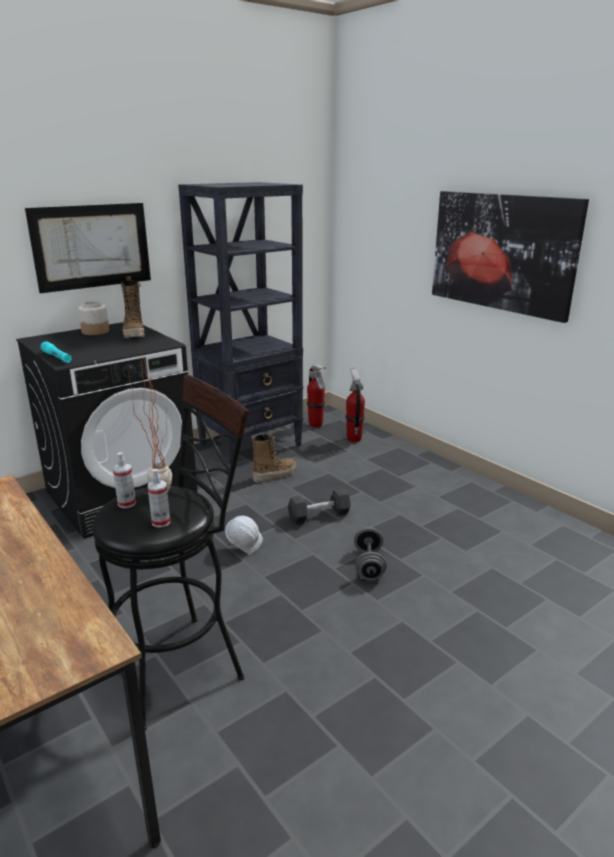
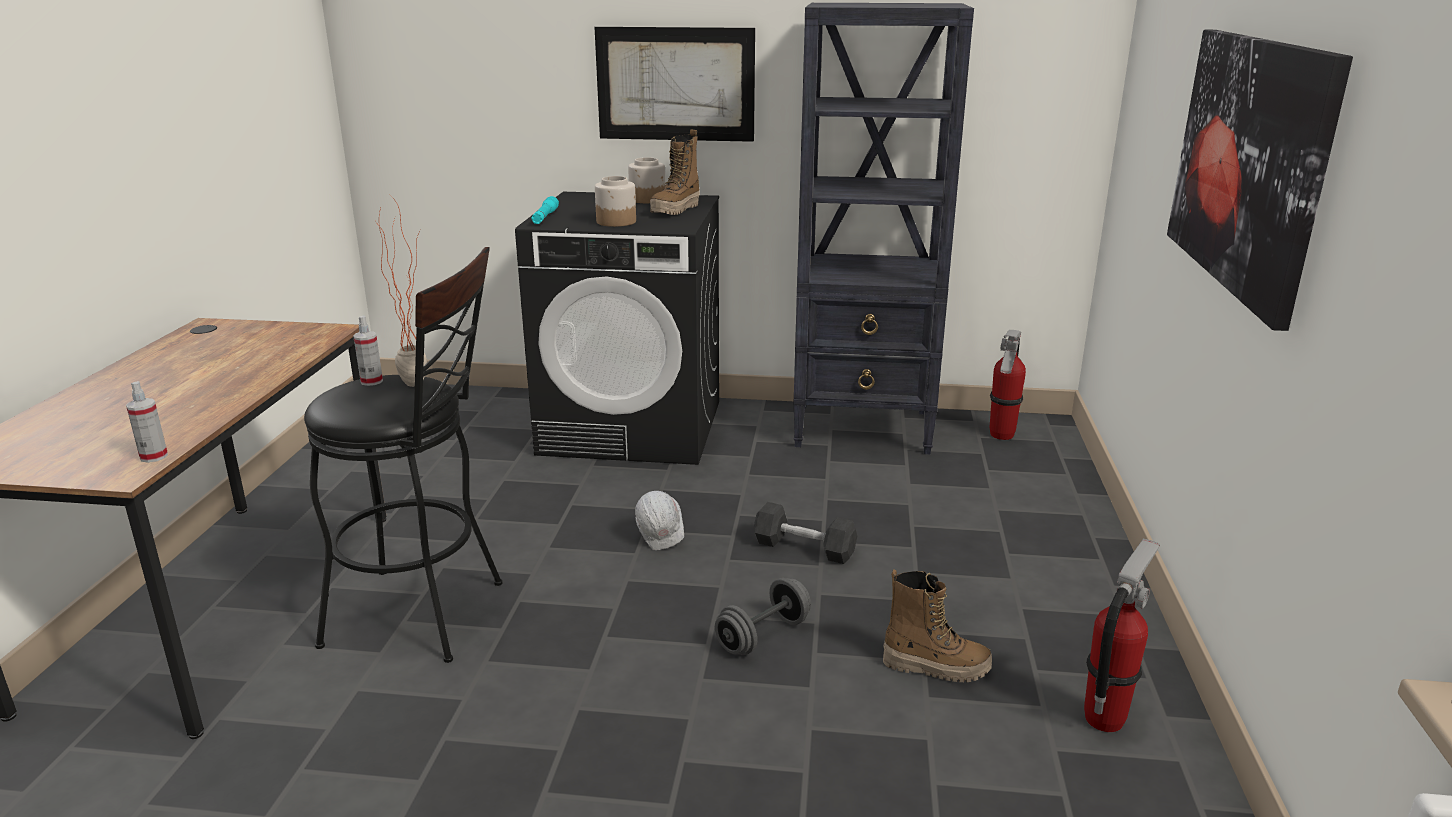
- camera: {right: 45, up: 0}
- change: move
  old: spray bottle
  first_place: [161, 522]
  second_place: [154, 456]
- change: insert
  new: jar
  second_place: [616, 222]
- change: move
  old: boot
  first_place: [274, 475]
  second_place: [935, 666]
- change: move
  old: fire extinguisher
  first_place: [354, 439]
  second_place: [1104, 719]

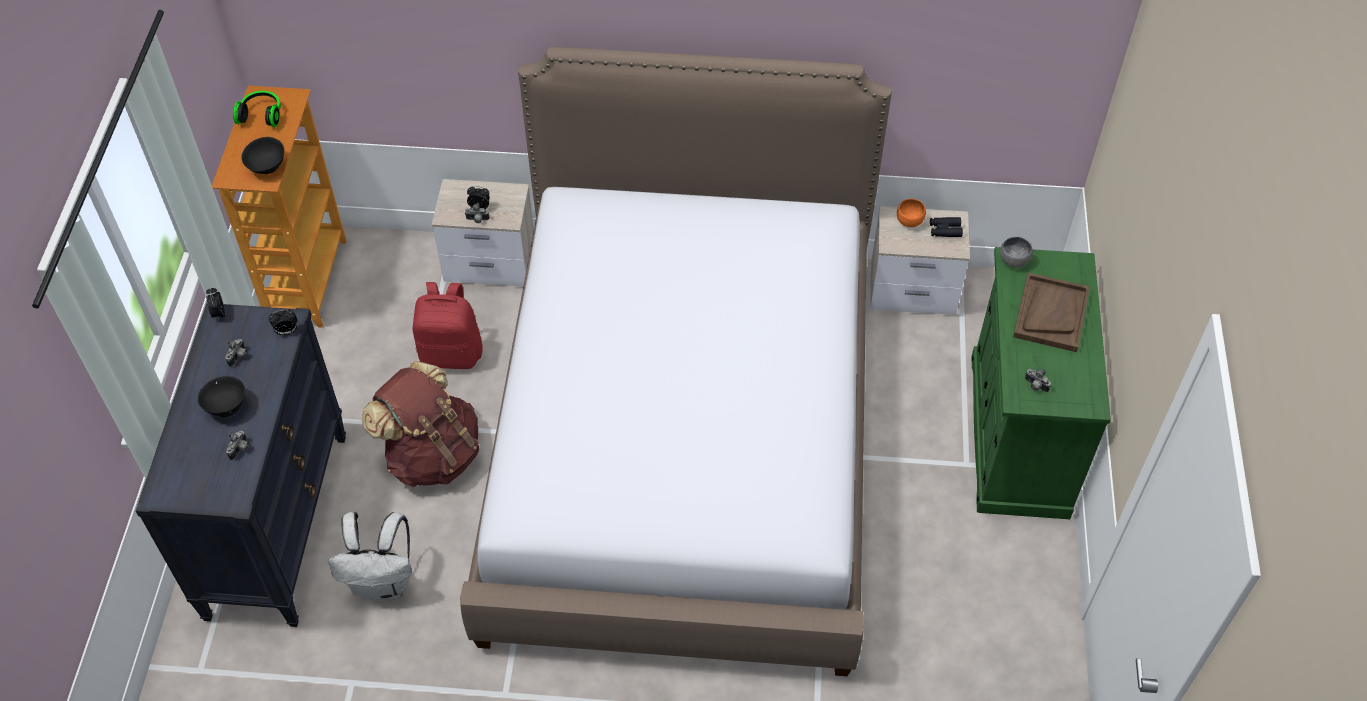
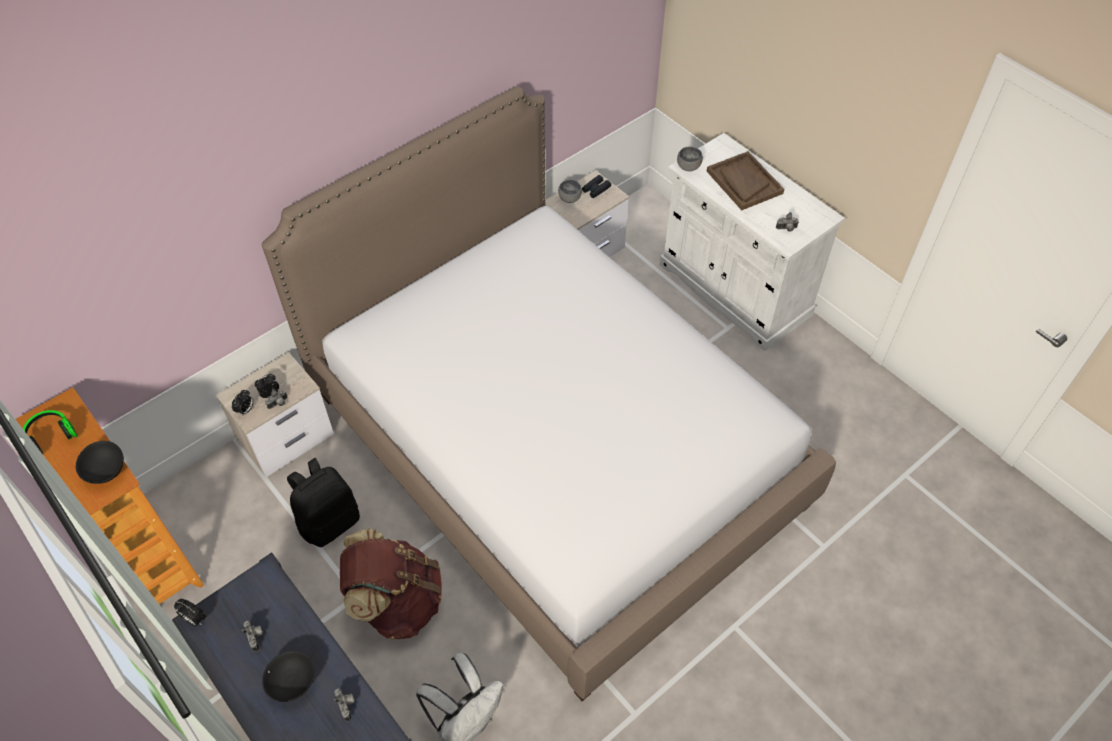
- camera: {right: -45, up: 0}
- change: move
  old: alarm clock
  first_place: [286, 331]
  second_place: [245, 410]
- change: recolor
  old: red backpack
  new: black backpack
  first_place: [451, 353]
  second_place: [329, 521]
- change: recolor
  old: orange bowl
  new: grey bowl
  first_place: [909, 222]
  second_place: [570, 199]
- change: recolor
  old: green cabinet
  new: white cabinet
  first_place: [1018, 434]
  second_place: [734, 290]

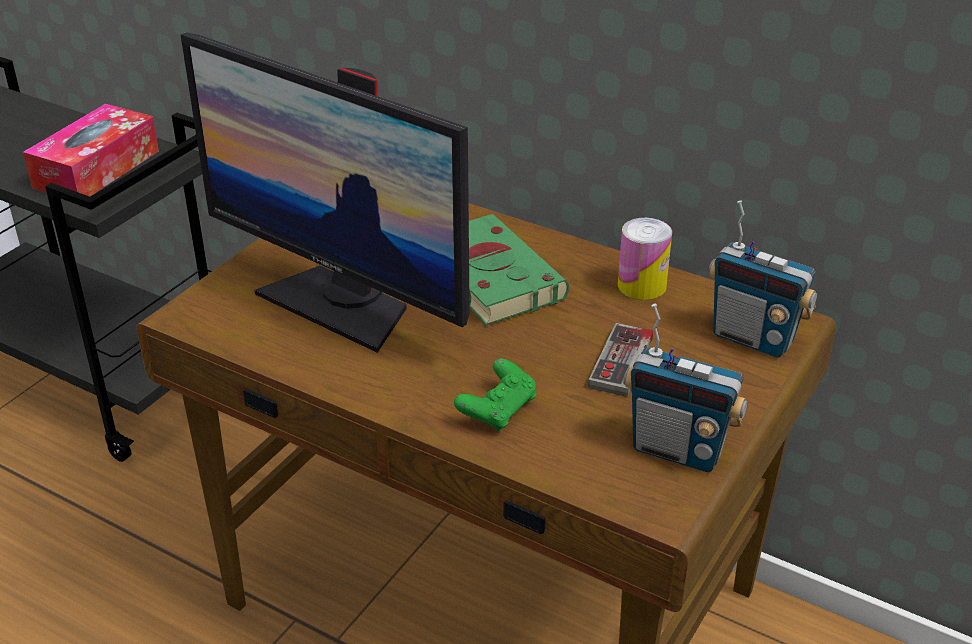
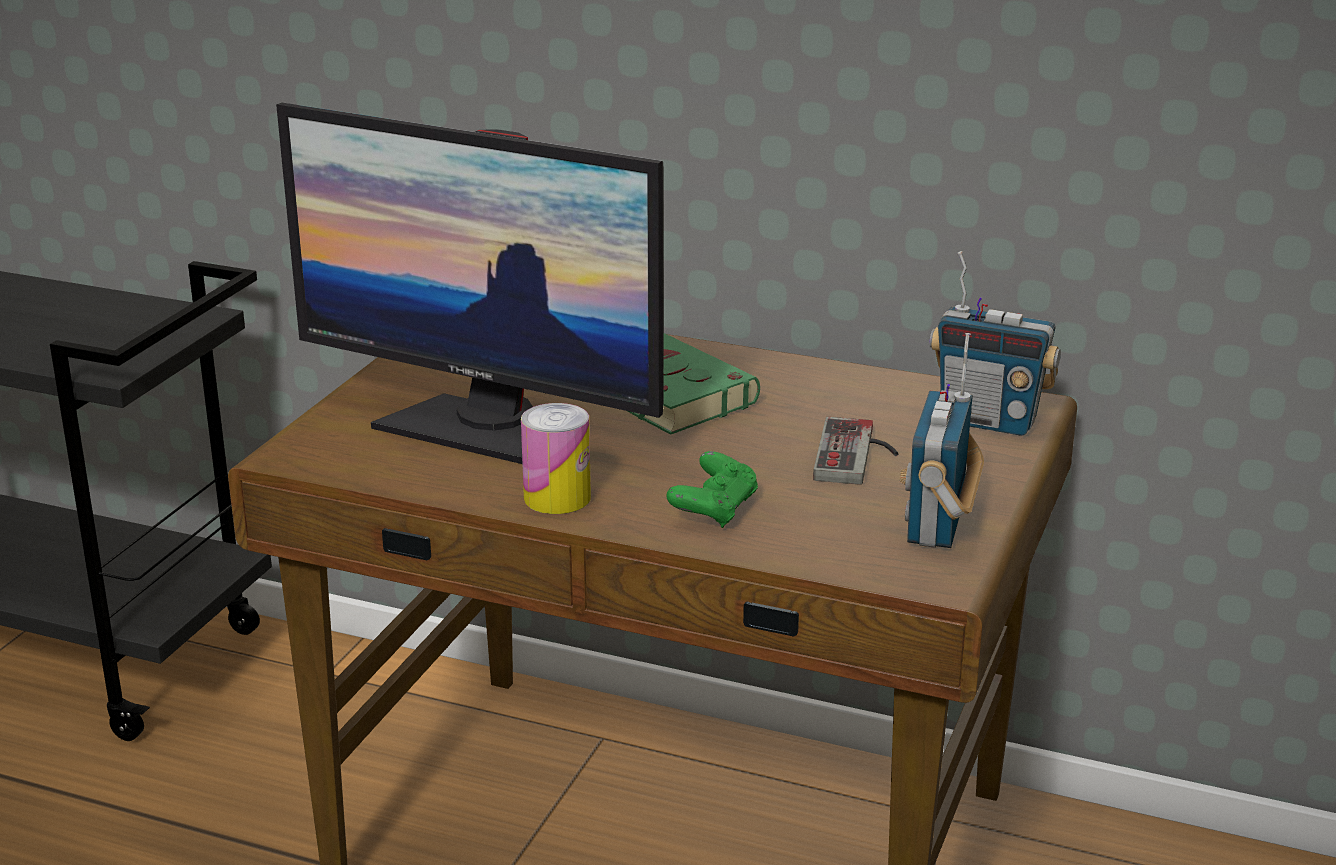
- camera: {right: -10, up: -10}
- change: move
  old: can
  first_place: [642, 285]
  second_place: [557, 497]
- change: rotate
  old: radio
  first_place: [678, 450]
  second_place: [938, 526]
  degrees: 90
- change: delete
  old: tissue box
  first_place: [97, 169]

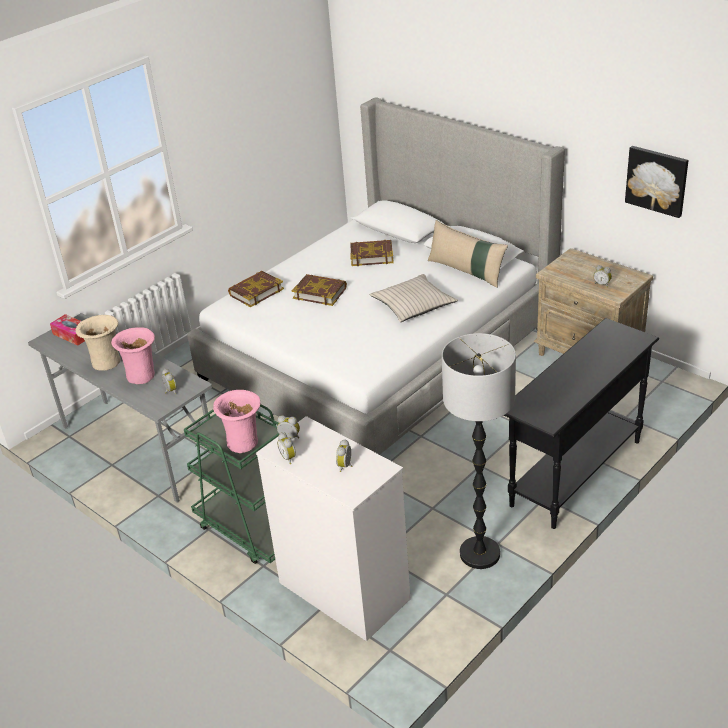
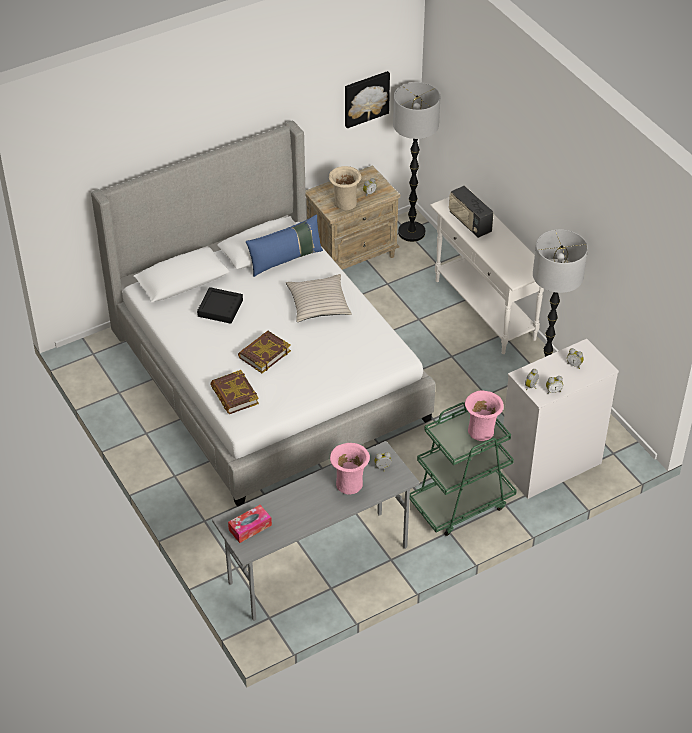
- camera: {right: -75, up: 10}
- change: replace
  old: book
  new: black tray
  first_place: [371, 256]
  second_place: [220, 308]
- change: recolor
  old: beige pillow
  new: blue pillow
  first_place: [466, 271]
  second_place: [285, 259]
- change: move
  old: beige vase
  first_place: [106, 362]
  second_place: [344, 204]
- change: insert
  new: floor lamp
  second_place: [411, 232]
- change: recolor
  old: black console table
  new: white console table
  first_place: [575, 473]
  second_place: [484, 310]
- change: insert
  new: radio
  second_place: [469, 223]

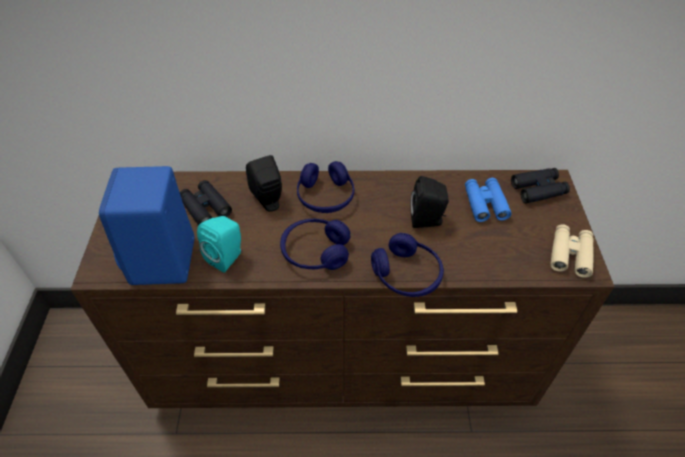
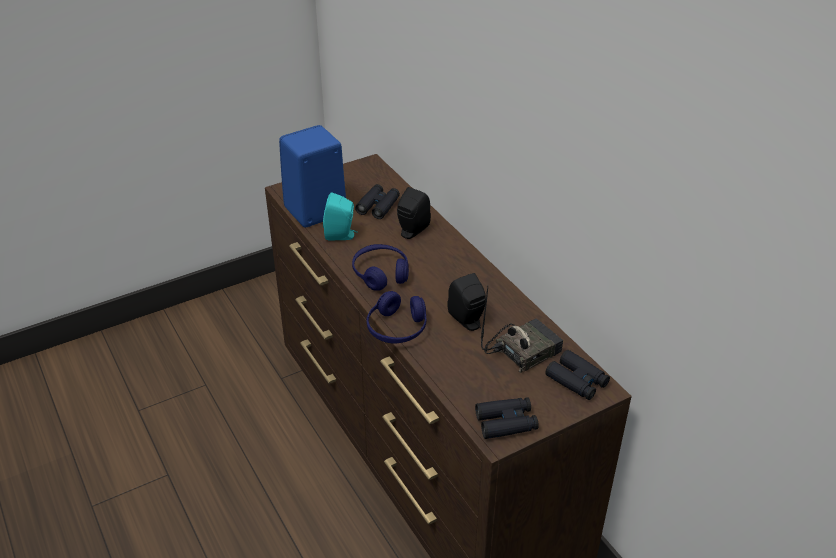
- camera: {right: 60, up: -10}
- change: recolor
  old: beige binoculars
  new: black binoculars
  first_place: [570, 254]
  second_place: [506, 422]
- change: replace
  old: blue binoculars
  new: radio
  first_place: [485, 203]
  second_place: [522, 350]
- change: delete
  old: blue headphones
  first_place: [325, 196]

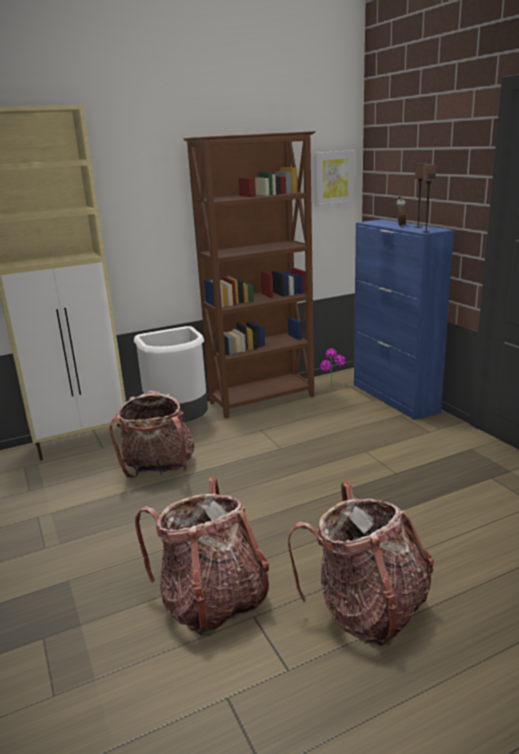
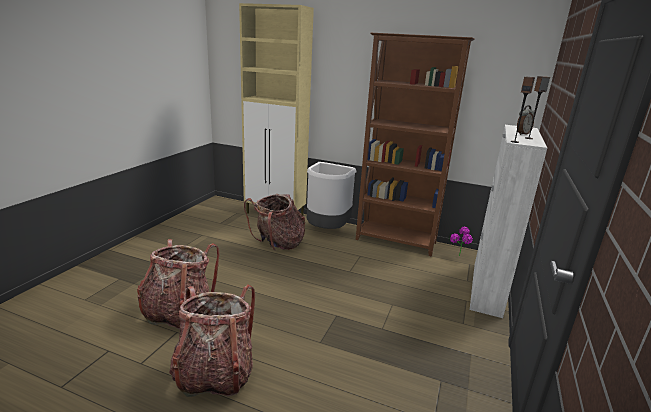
- camera: {right: 45, up: 0}
- change: recolor
  old: blue cabinet
  new: white cabinet
  first_place: [394, 398]
  second_place: [486, 288]
- change: delete
  old: picture
  first_place: [333, 178]

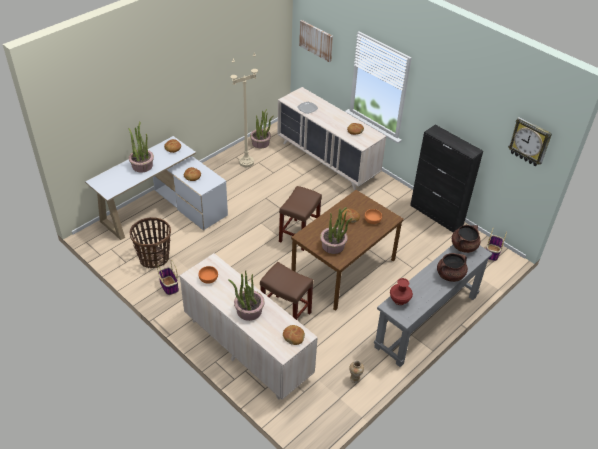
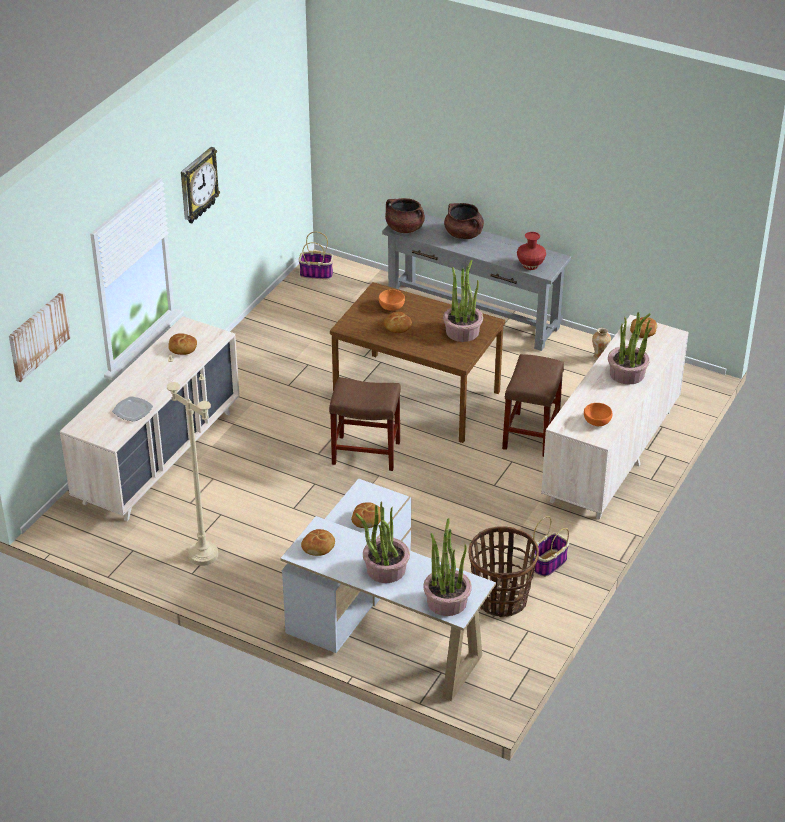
- camera: {right: -105, up: -5}
- change: move
  old: wall clock
  first_place: [530, 142]
  second_place: [197, 185]
- change: move
  old: potted plant
  first_place: [260, 143]
  second_place: [446, 601]
- change: delete
  old: black cabinet
  first_place: [436, 215]

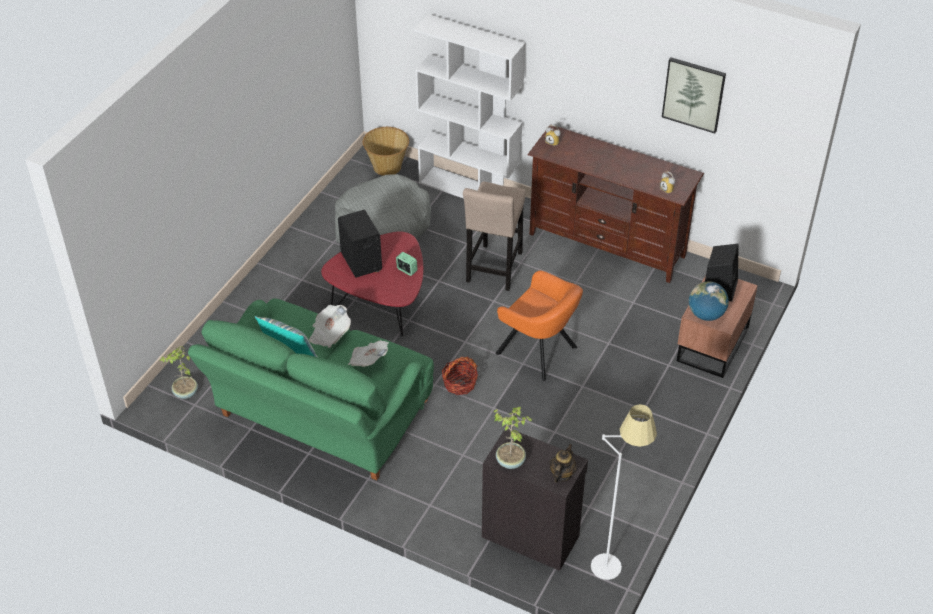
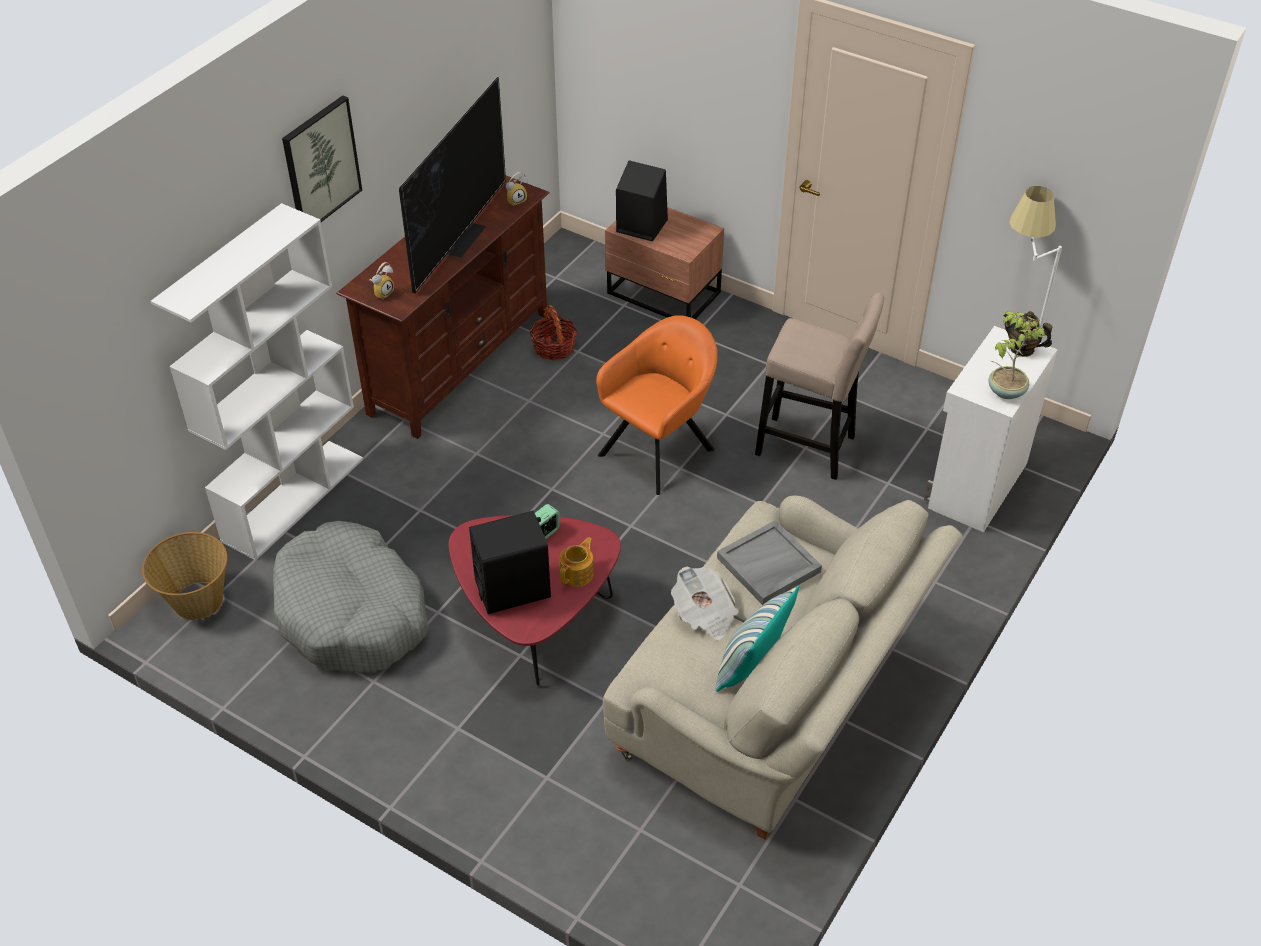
- camera: {right: -85, up: 0}
- change: move
  old: picture
  first_place: [693, 94]
  second_place: [320, 164]
- change: insert
  new: television
  second_place: [460, 237]
- change: move
  old: basket
  first_place: [459, 384]
  second_place: [554, 347]
- change: insert
  new: teapot
  second_place: [577, 573]
- change: recolor
  old: green sofa
  new: beige sofa
  first_place: [320, 417]
  second_place: [773, 704]
- change: replace
  old: newspaper
  new: grey tray
  first_place: [368, 361]
  second_place: [768, 566]
- change: move
  old: beige stool
  first_place: [493, 270]
  second_place: [810, 448]
- change: recolor
  old: black cabinet
  new: white cabinet
  first_place: [530, 535]
  second_place: [975, 485]
- change: delete
  old: potted plant
  first_place: [185, 393]
- change: delete
  old: globe
  first_place: [706, 314]

